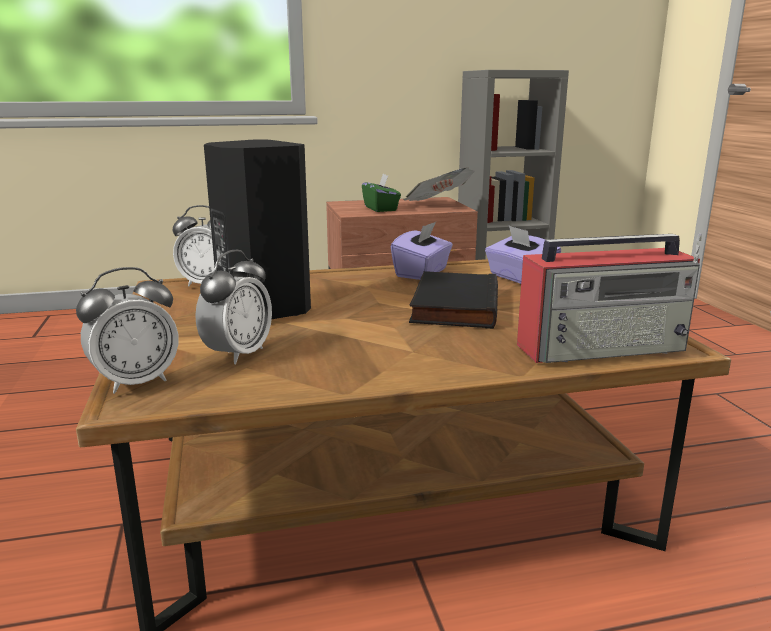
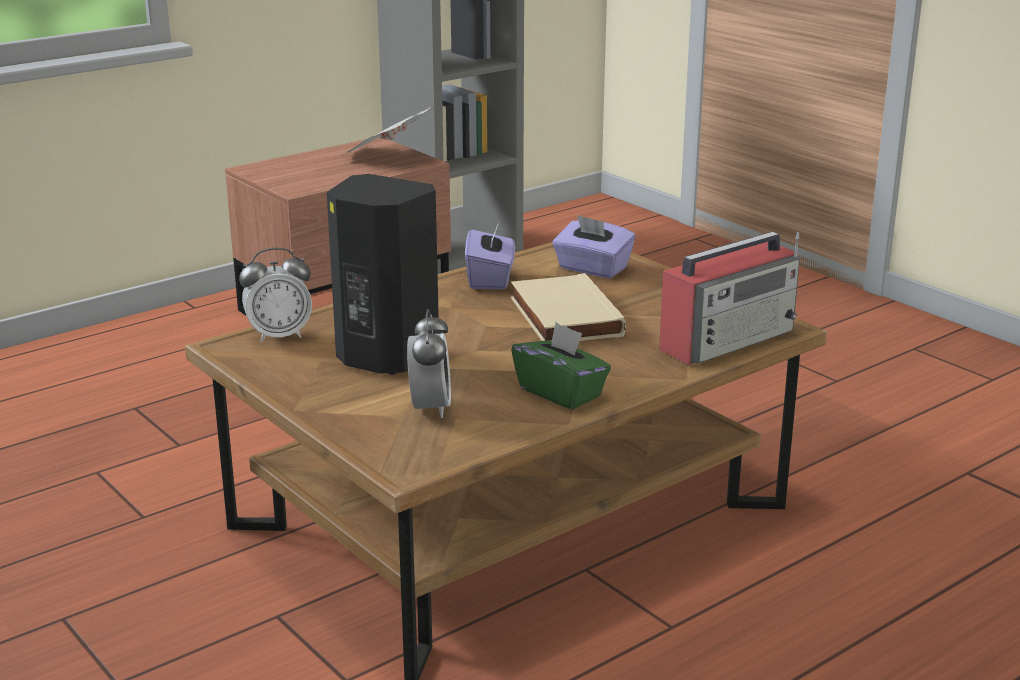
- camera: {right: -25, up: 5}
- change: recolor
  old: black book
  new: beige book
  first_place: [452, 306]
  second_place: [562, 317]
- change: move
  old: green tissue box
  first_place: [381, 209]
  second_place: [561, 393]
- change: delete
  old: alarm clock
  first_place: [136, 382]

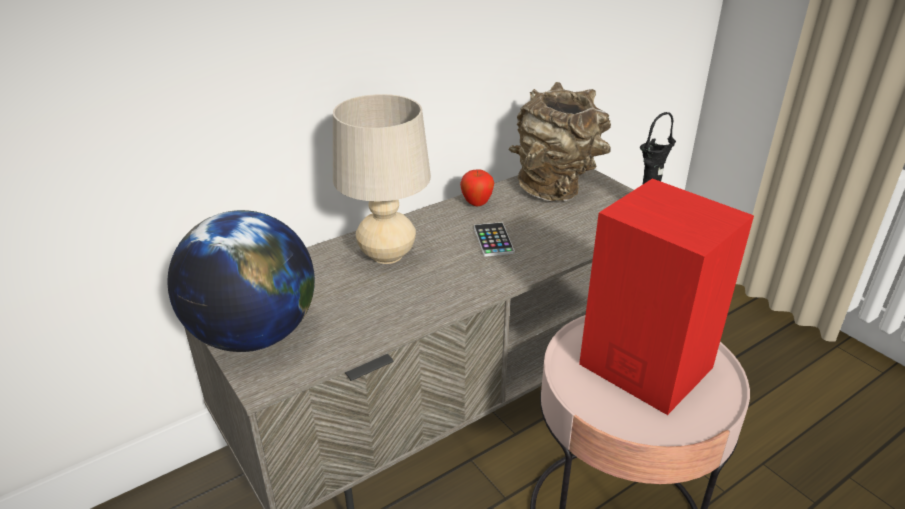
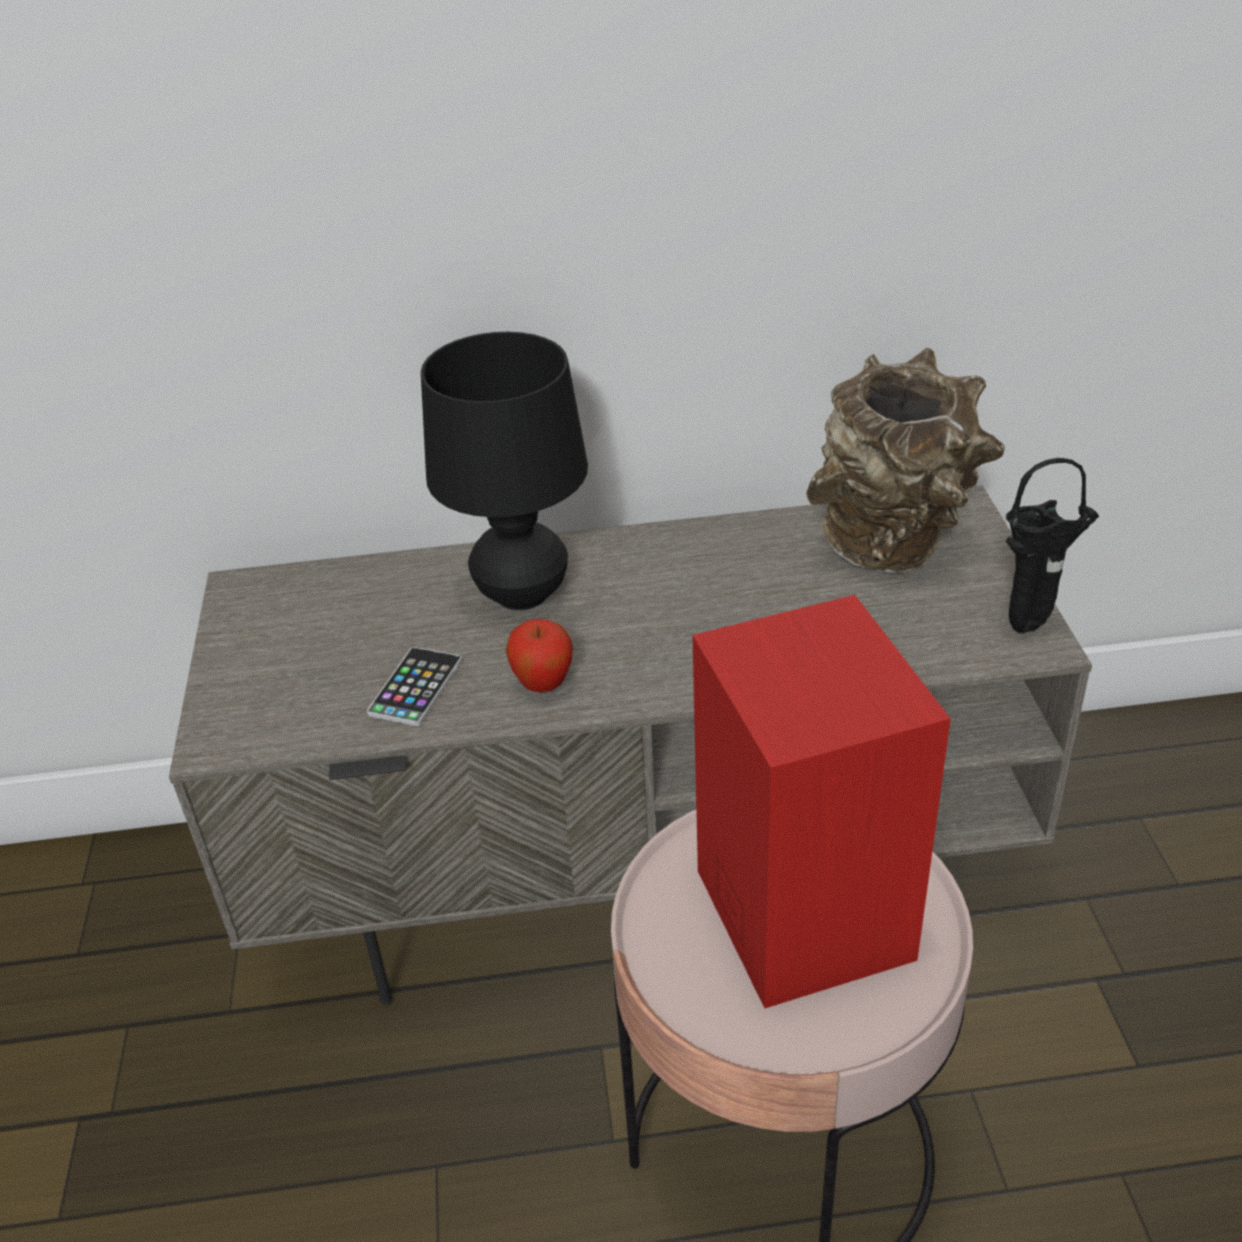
- camera: {right: 30, up: 5}
- change: move
  old: phone
  first_place: [493, 240]
  second_place: [415, 687]
- change: recolor
  old: beige table lamp
  new: black table lamp
  first_place: [387, 255]
  second_place: [521, 594]
- change: move
  old: apple
  first_place: [477, 204]
  second_place: [543, 685]
- change: delete
  old: globe
  first_place: [254, 335]

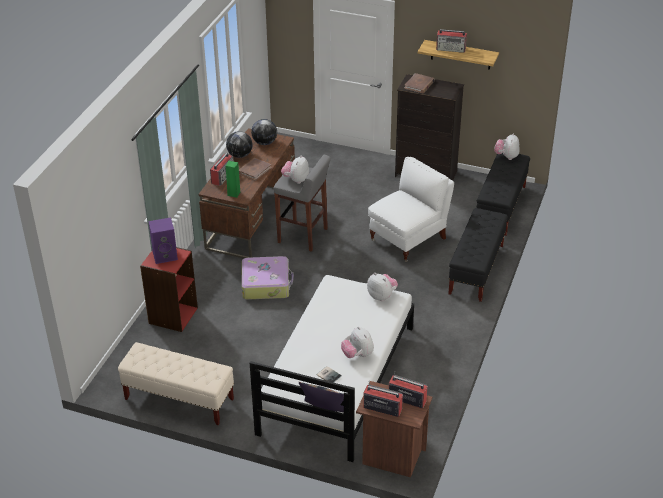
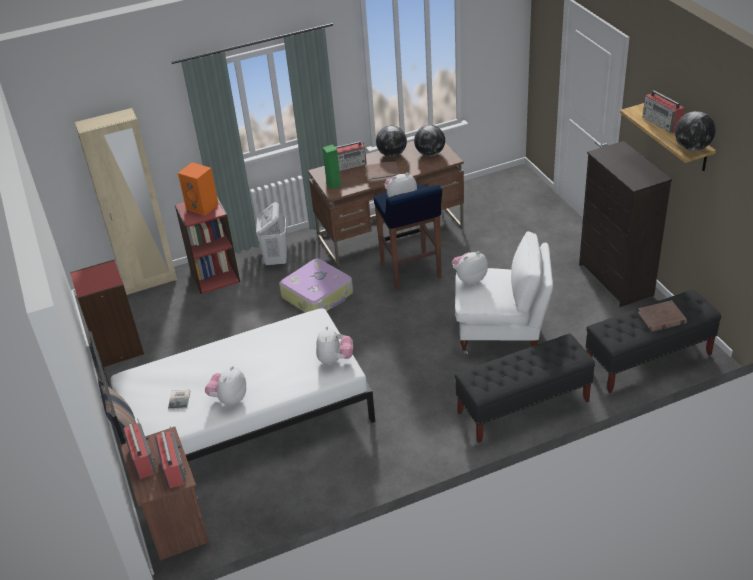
- camera: {right: 50, up: 0}
- change: replace
  old: beige bench
  new: red bookcase
  first_place: [179, 399]
  second_place: [117, 347]
- change: insert
  new: beige wardrobe
  second_place: [150, 282]
- change: recolor
  old: purple speaker
  new: orange speaker
  first_place: [165, 255]
  second_place: [203, 206]
- change: insert
  new: white laundry basket
  second_place: [276, 259]
- change: recolor
  old: grey stool
  new: blue stool
  first_place: [303, 236]
  second_place: [411, 272]
- change: move
  old: plush toy
  first_place: [506, 156]
  second_place: [469, 279]
- change: move
  old: brown book
  first_place: [419, 85]
  second_place: [661, 318]
- change: insert
  new: globe
  second_place: [692, 147]

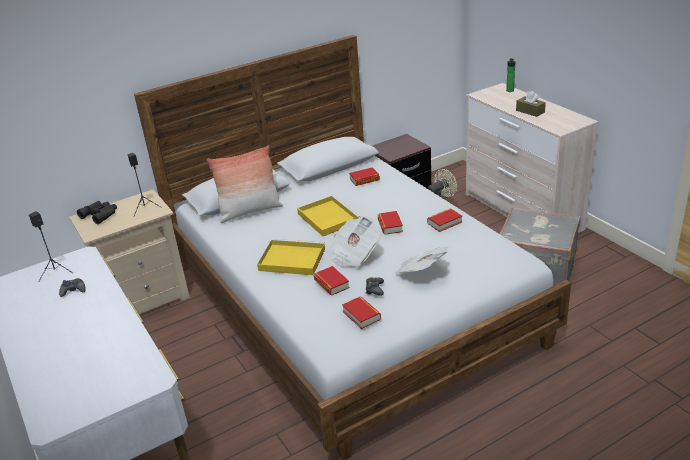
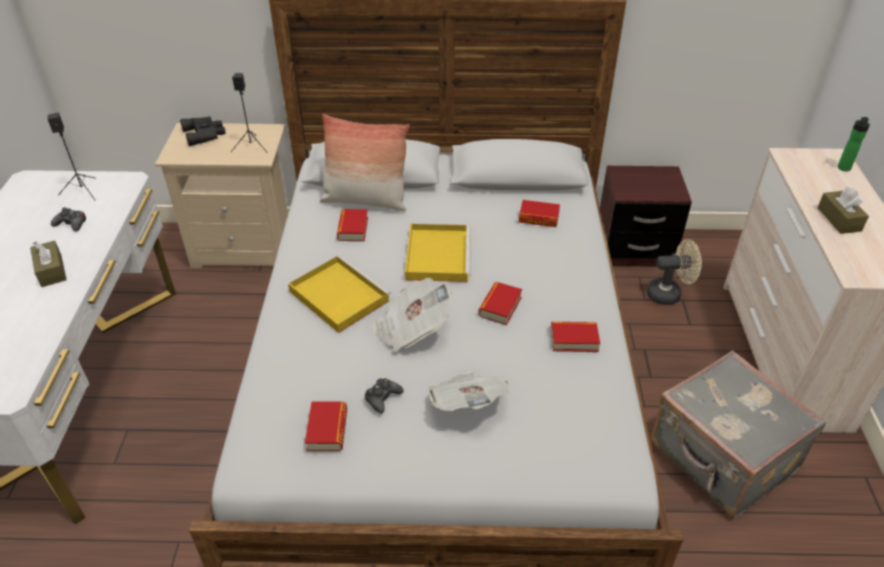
- camera: {right: 30, up: 10}
- change: insert
  new: brown tissue box
  second_place: [51, 270]
- change: move
  old: book
  first_place: [331, 284]
  second_place: [353, 229]

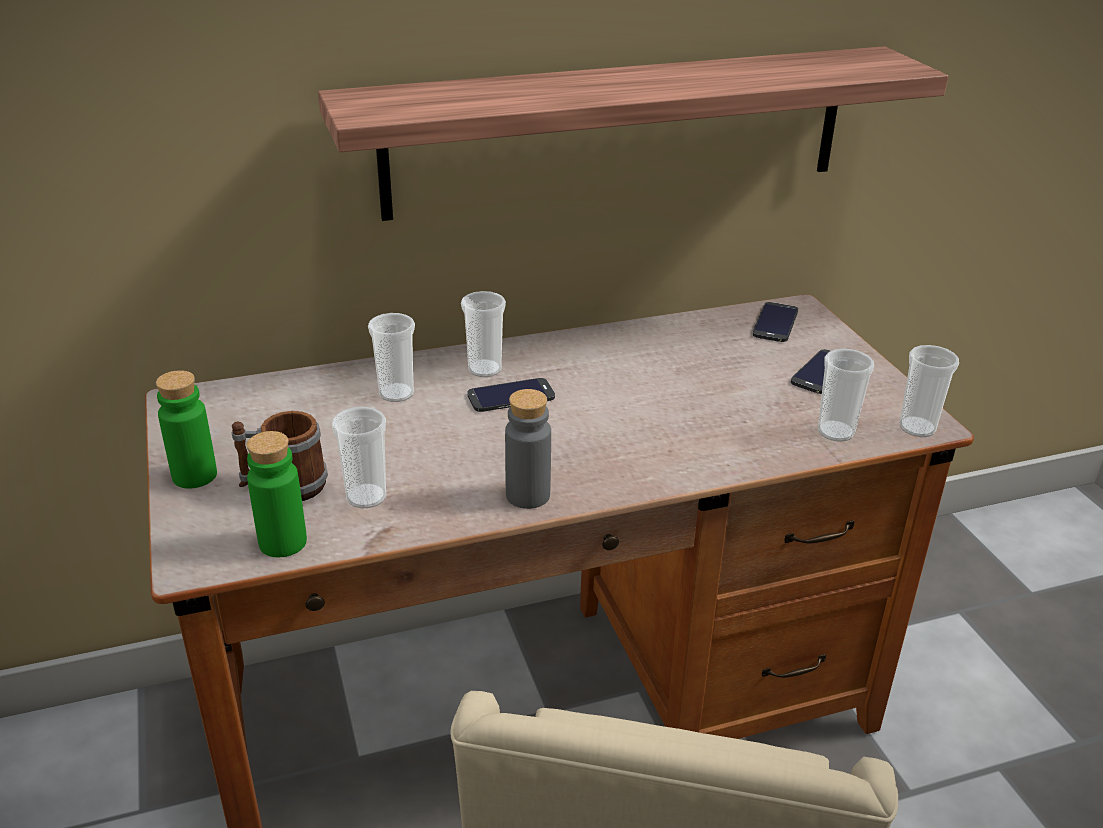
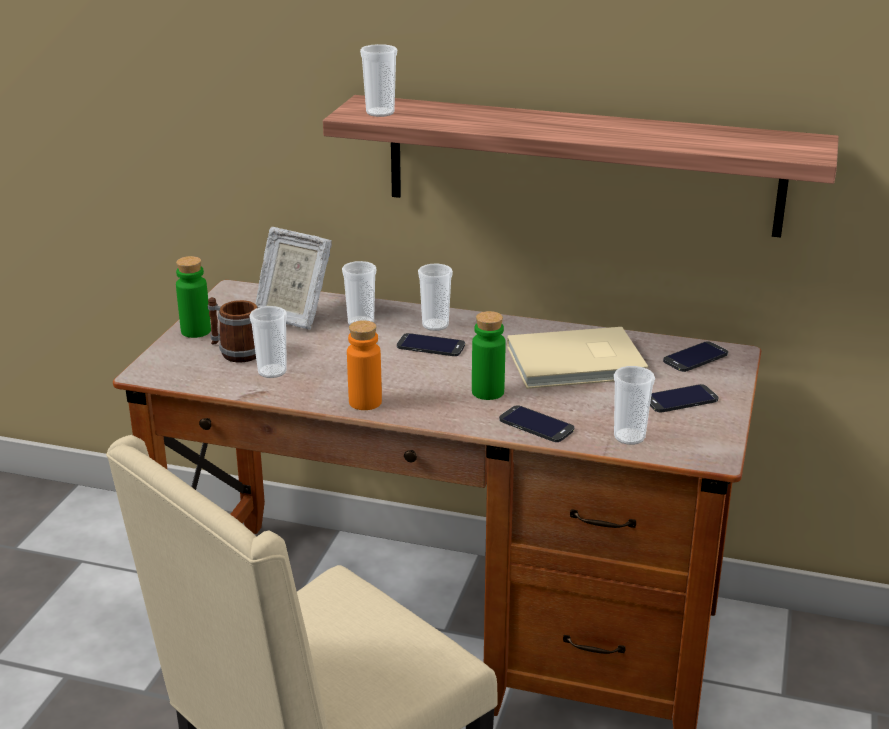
- camera: {right: 35, up: -5}
- change: insert
  new: picture frame
  second_place: [292, 316]
- change: recolor
  old: grey bottle
  new: orange bottle
  first_place: [528, 495]
  second_place: [365, 402]
- change: move
  old: cup
  first_place: [917, 428]
  second_place: [380, 113]
- change: move
  old: green bottle
  first_place: [283, 542]
  second_place: [487, 392]
- change: insert
  new: phone
  second_place: [536, 425]
- change: insert
  new: beige book
  second_place: [578, 363]

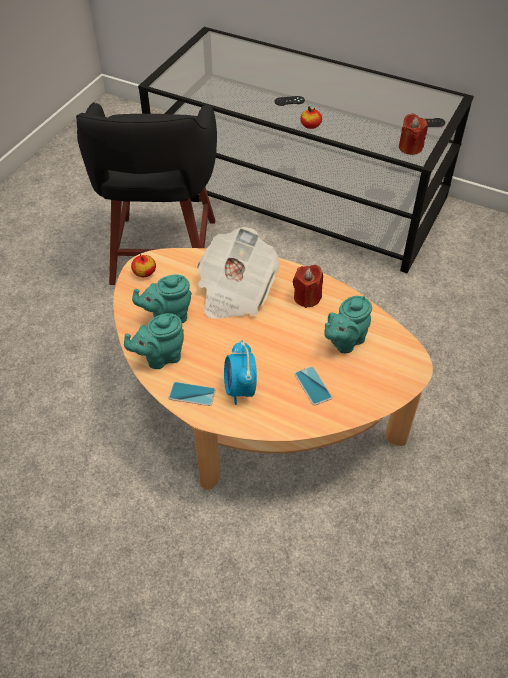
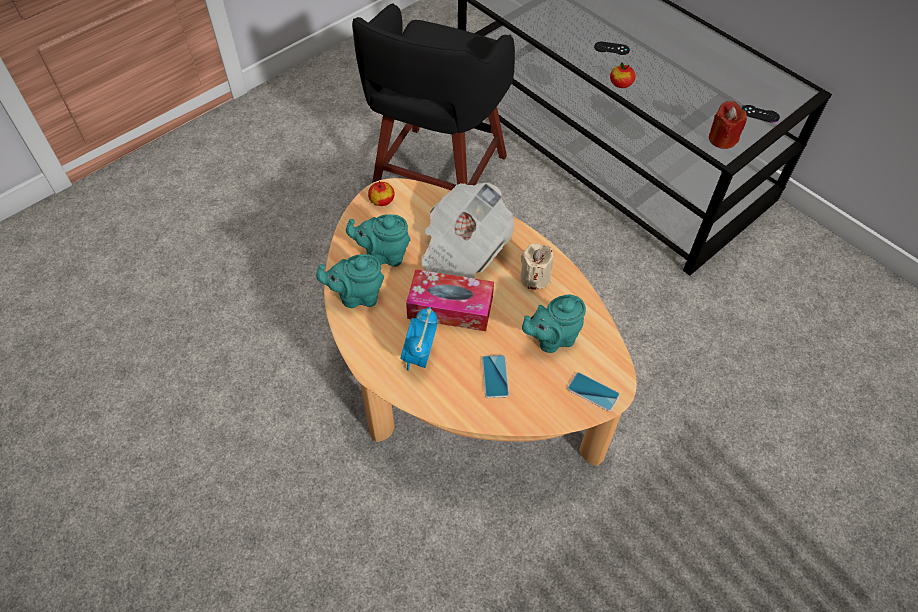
- camera: {right: 20, up: 5}
- change: insert
  new: tissue box
  second_place: [450, 308]
- change: recolor
  old: red candle
  new: beige candle
  first_place: [307, 297]
  second_place: [535, 277]
- change: move
  old: phone
  first_place: [192, 394]
  second_place: [593, 392]

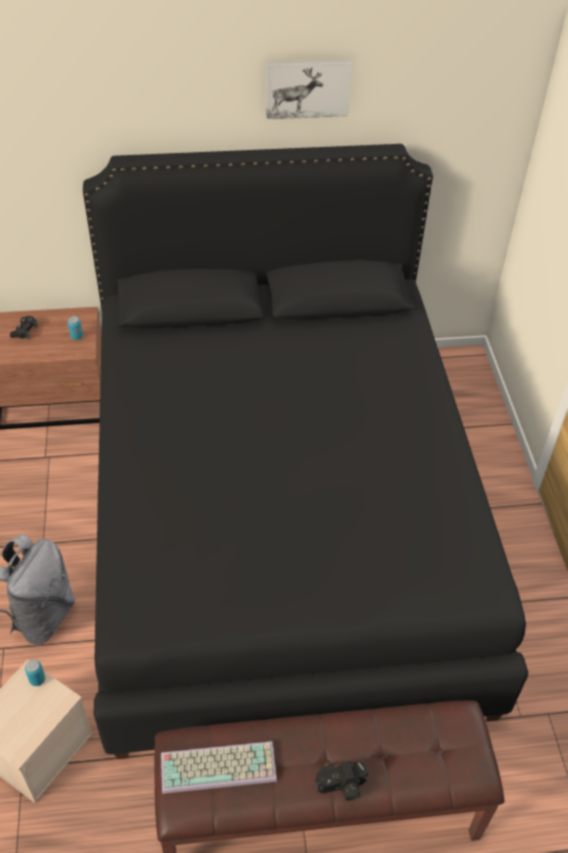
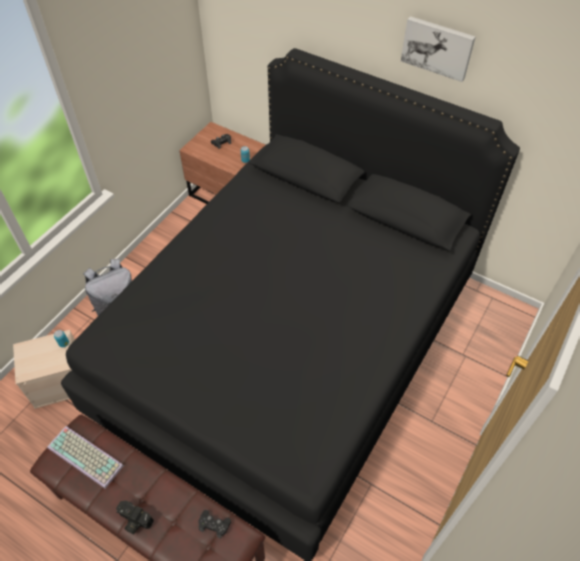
- camera: {right: 40, up: 5}
- change: insert
  new: black game controller
  second_place: [214, 524]

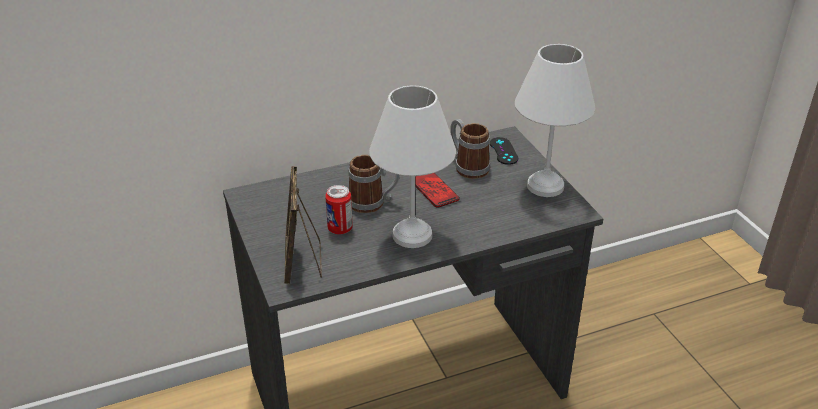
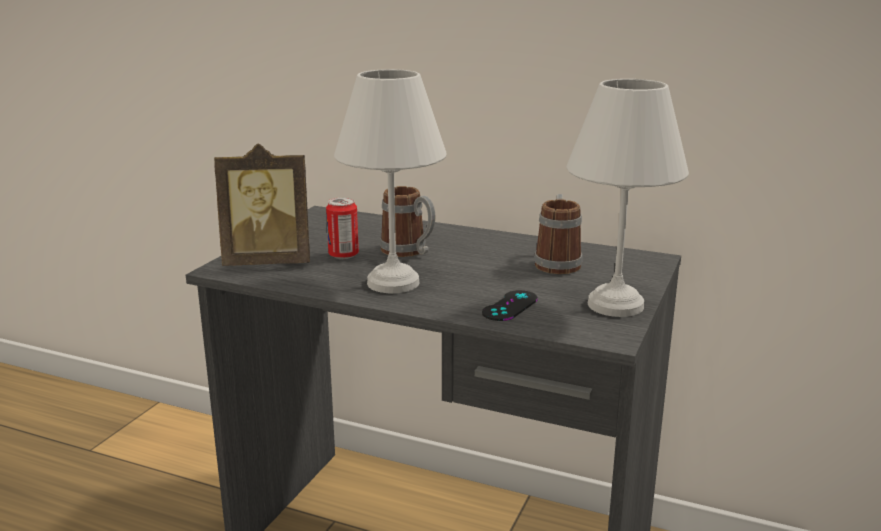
- camera: {right: 45, up: -15}
- change: rotate
  old: picture frame
  first_place: [303, 262]
  second_place: [268, 262]
  degrees: -135
- change: move
  old: black game controller
  first_place: [503, 151]
  second_place: [510, 306]
- change: delete
  old: phone
  first_place: [434, 190]

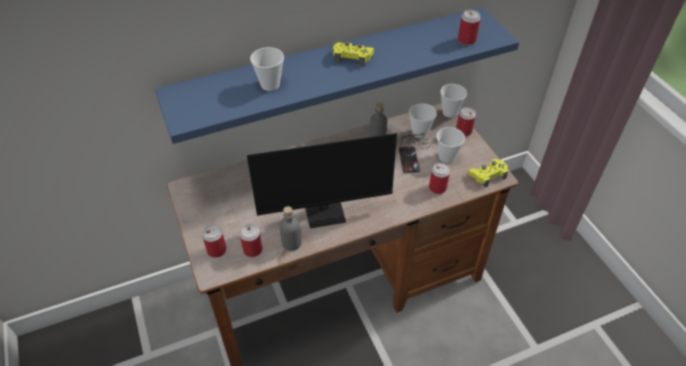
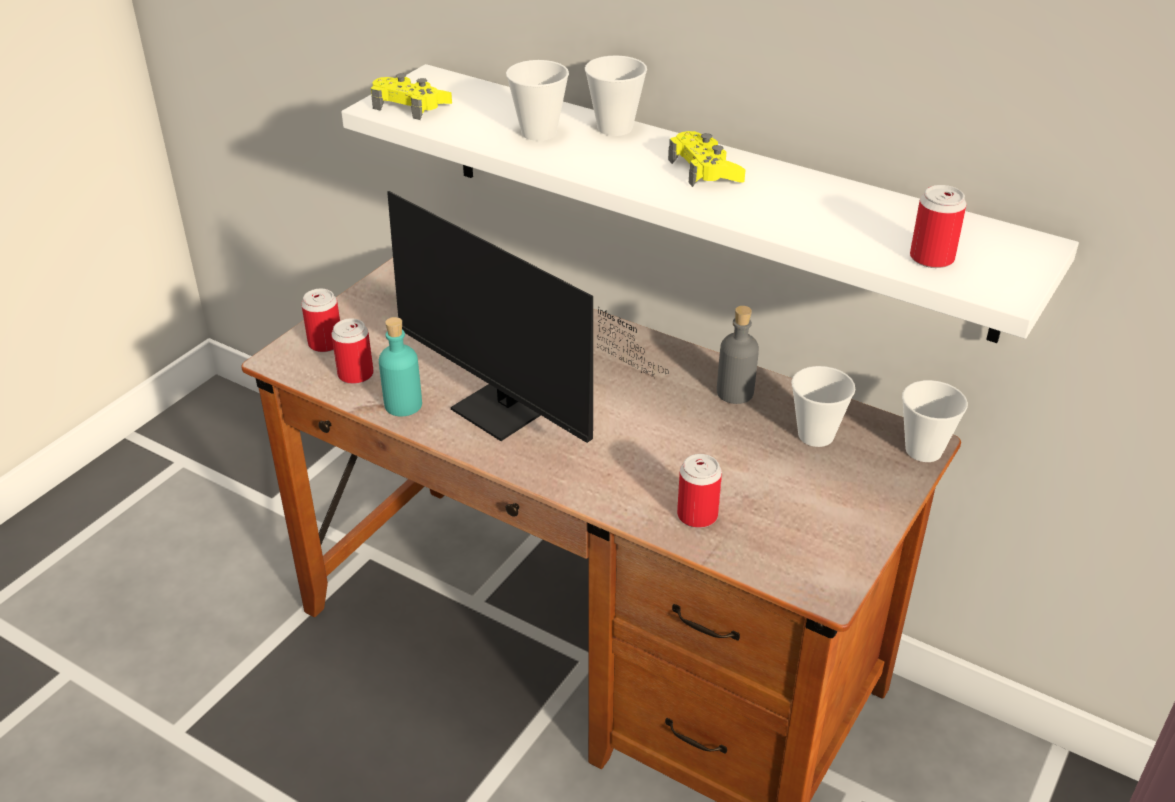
- camera: {right: 55, up: -10}
- change: recolor
  old: blue shelf
  new: white shelf
  first_place: [331, 69]
  second_place: [709, 197]
- change: move
  old: yellow game controller
  first_place: [488, 175]
  second_place: [411, 106]
- change: recolor
  old: grey bottle
  new: turquoise bottle
  first_place: [291, 243]
  second_place: [403, 405]
- change: move
  old: cup
  first_place: [447, 157]
  second_place: [615, 128]
- change: delete
  old: phone
  first_place: [408, 160]
- change: delete
  old: can
  first_place: [463, 131]

